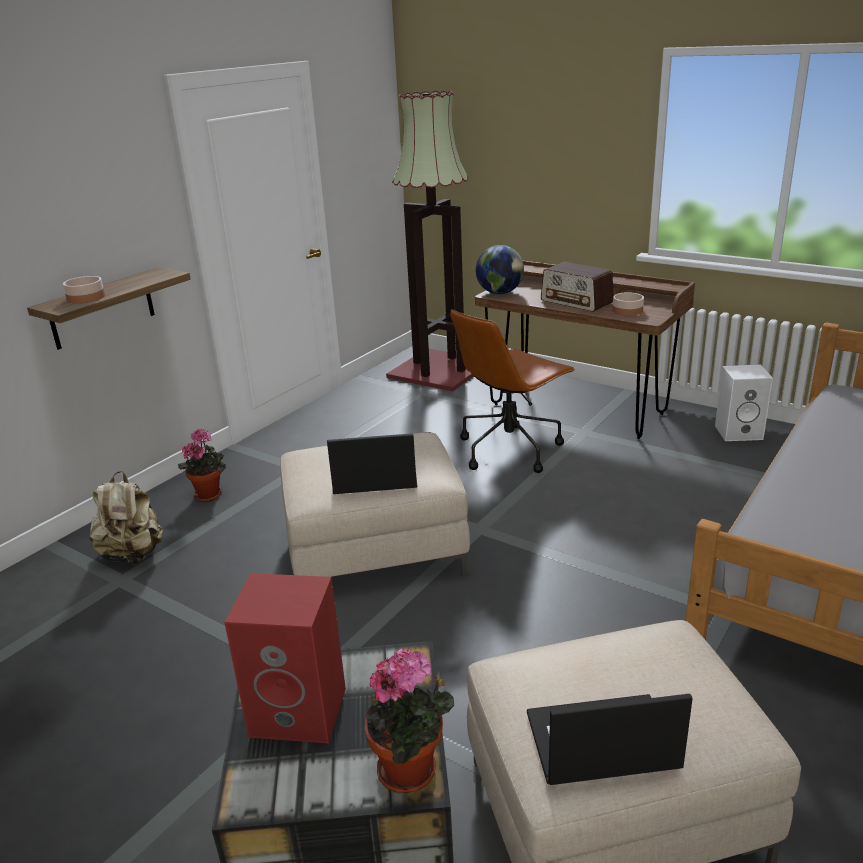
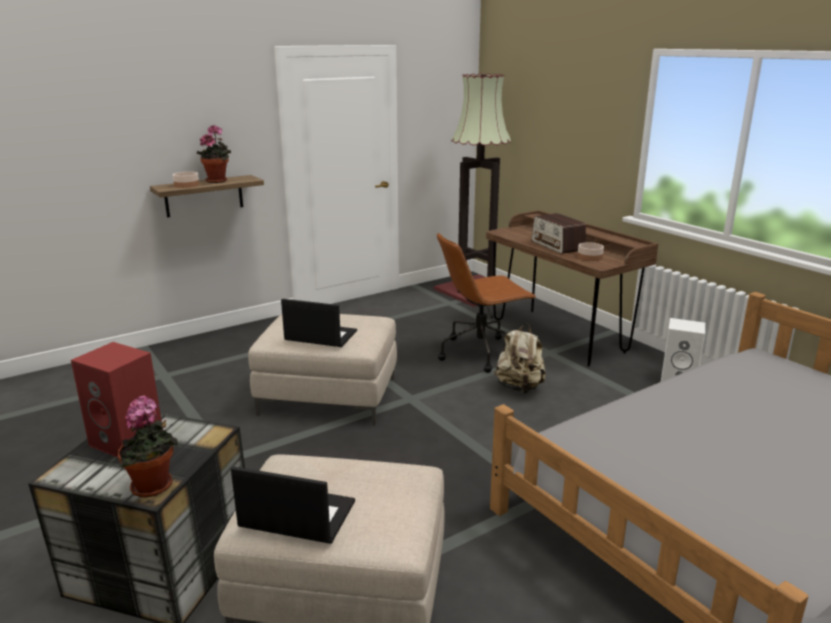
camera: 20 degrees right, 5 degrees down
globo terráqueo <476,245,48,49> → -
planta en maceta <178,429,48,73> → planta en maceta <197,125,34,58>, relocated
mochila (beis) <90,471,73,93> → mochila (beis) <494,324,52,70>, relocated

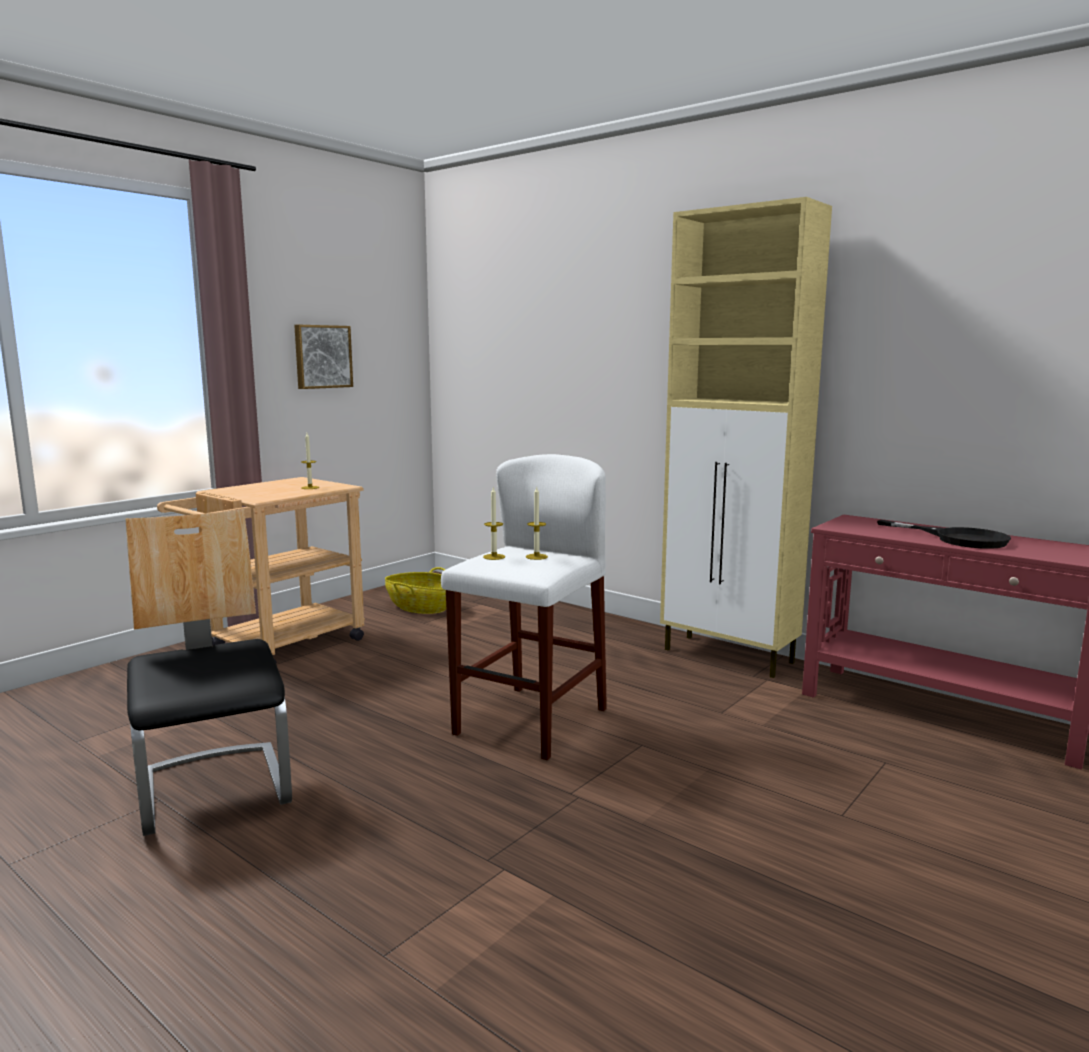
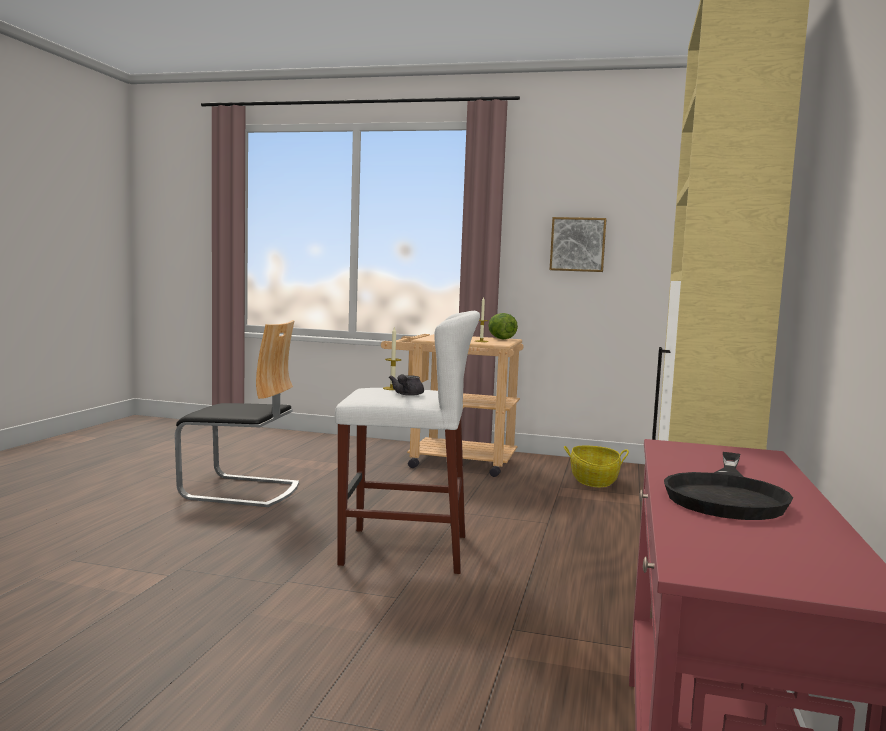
camera: 65 degrees right, 5 degrees down
vela <526,487,22,73> → tetera (gris) <389,374,35,22>
silla <126,509,166,327> → silla <175,320,124,187>, 60 degrees clockwise
- → lechuga <488,313,30,26>

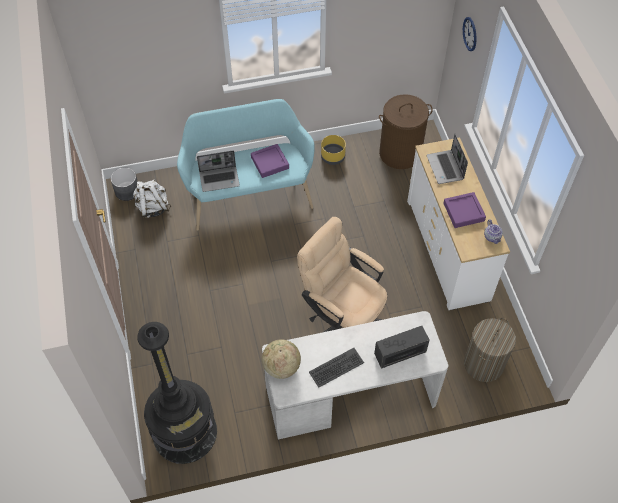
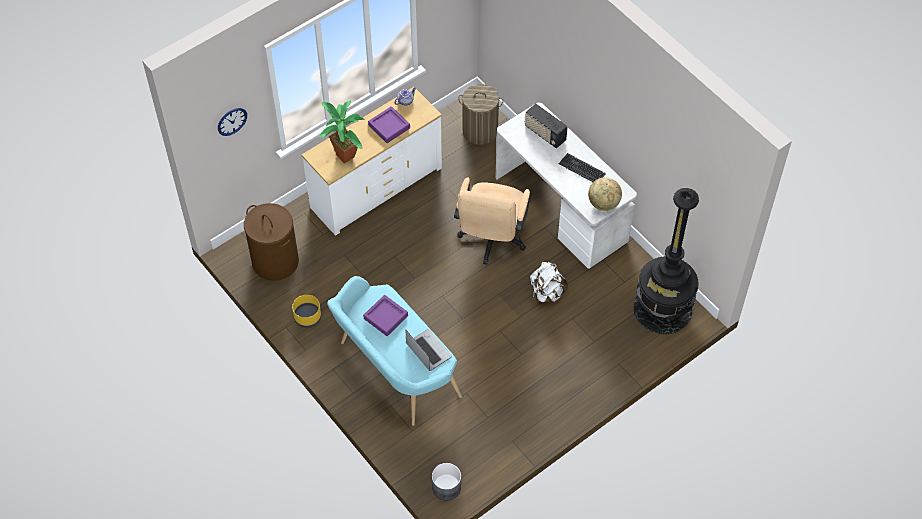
camera: 115 degrees left, 0 degrees up
portátil <427,134,41,50> → planta en maceta <320,101,45,63>
mochila (blanco) <133,180,38,39> → mochila (blanco) <530,262,38,40>, relocated

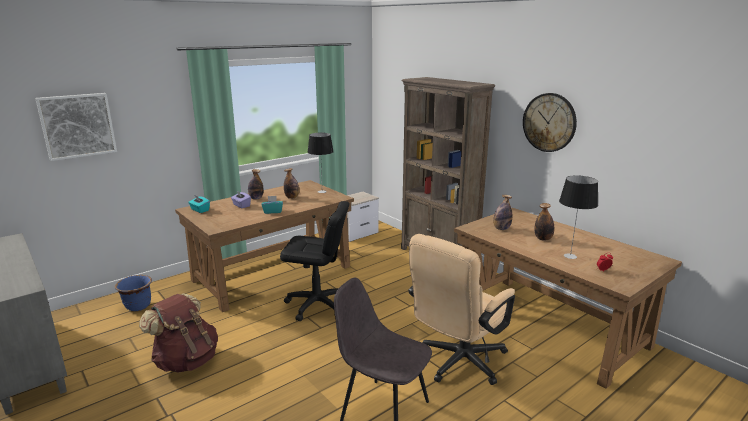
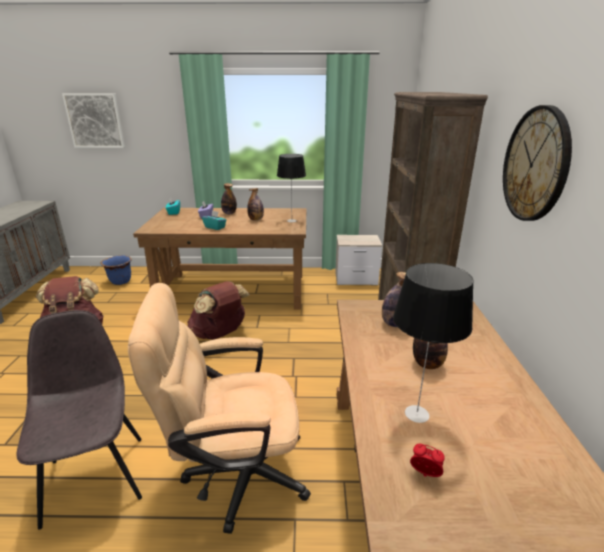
camera: 40 degrees right, 5 degrees up
silla de oficina (negro) <280,201,69,120> → mochila (marrón) <187,281,63,59>

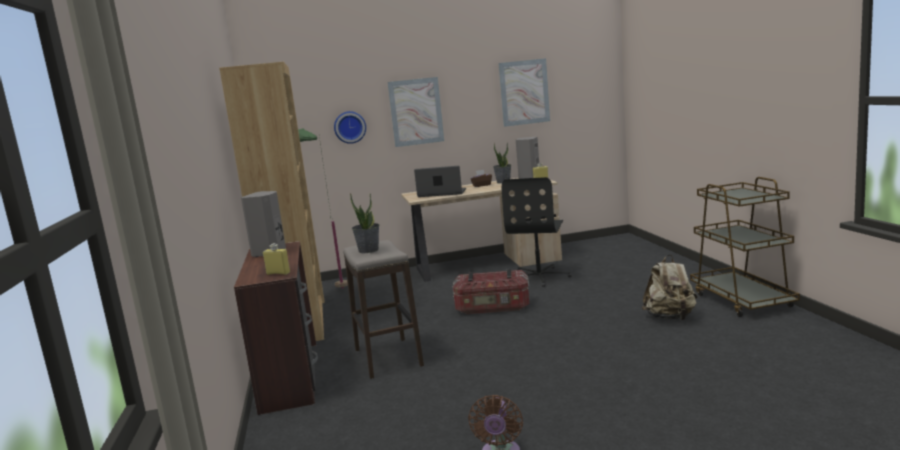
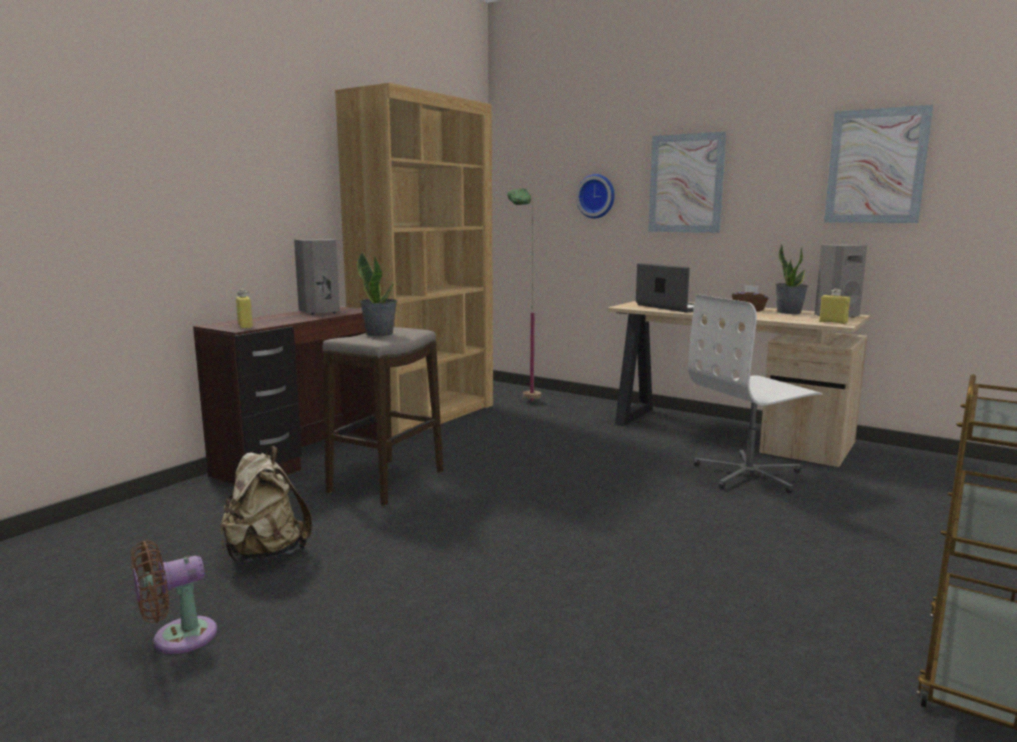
camera: 45 degrees right, 0 degrees up
silla de oficina (negro) <502,177,70,110> → silla de oficina (blanco) <688,295,135,198>
mochila (beis) <641,255,56,65> → mochila (beis) <220,446,92,116>, relocated
caja de almacenaje <452,269,77,45> → -

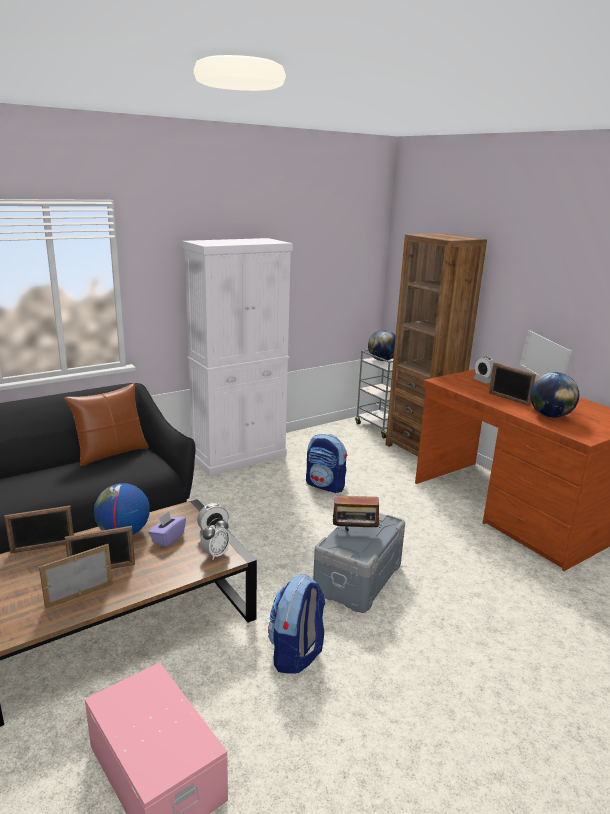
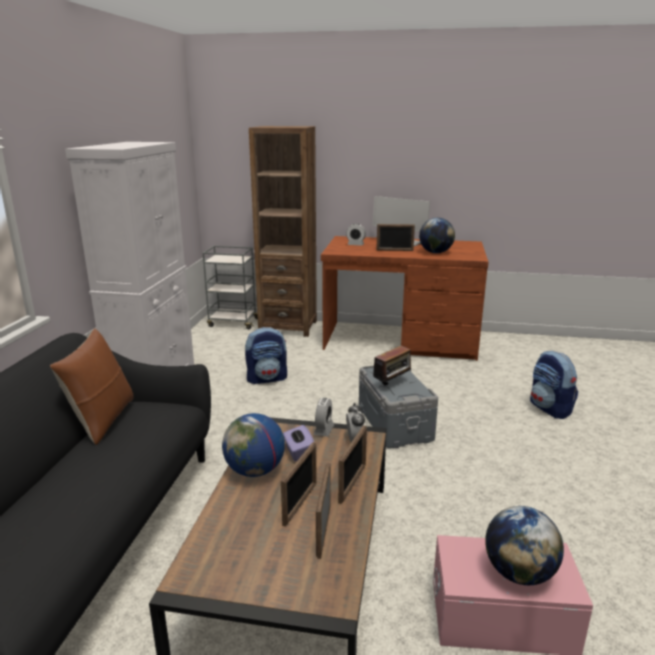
camera: 45 degrees left, 0 degrees up
globo terráqueo <368,330,28,31> → globo terráqueo <485,506,79,79>, relocated
portarretratos <4,506,70,48> → portarretratos <338,425,29,79>, relocated
mochila <268,575,57,99> → mochila <530,351,48,68>, relocated

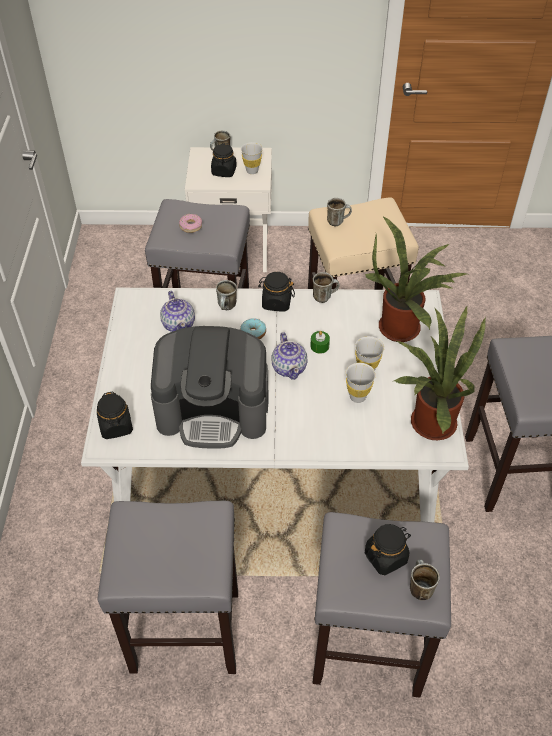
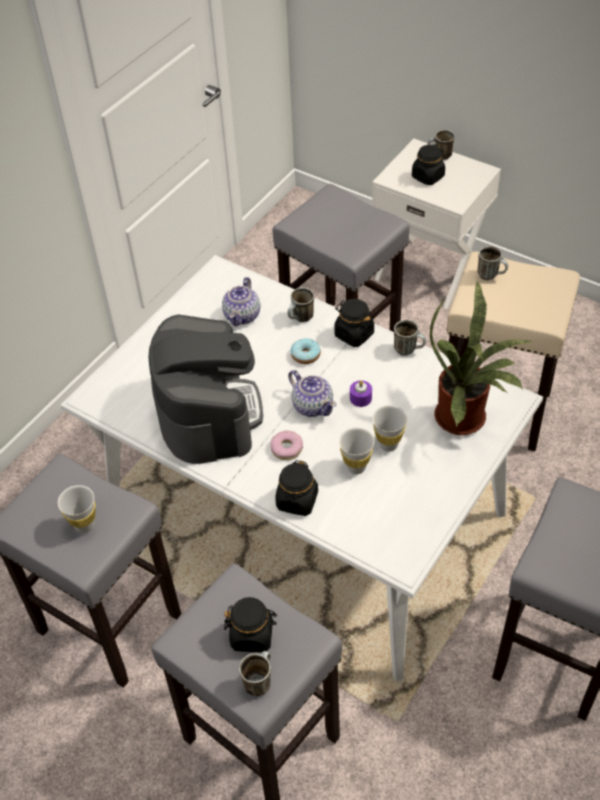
camera: 35 degrees right, 0 degrees up
taza (blanco) <241,142,22,32> → taza (blanco) <58,485,37,48>, relocated
rosquilla <179,214,23,19> → rosquilla <270,430,33,30>, relocated
planta en maceta <394,305,92,135> → -
cafetera <151,326,118,123> → cafetera <148,314,115,150>, 135 degrees counterclockwise
vela (verde) <310,331,20,23> → vela (morado) <350,380,22,27>
tetera <271,332,37,48> → tetera <288,370,48,47>, 60 degrees counterclockwise
tarro (negro) <97,391,36,48> → tarro (negro) <275,460,43,56>, relocated

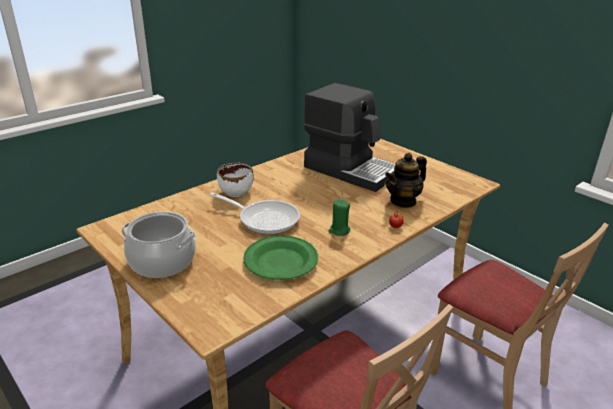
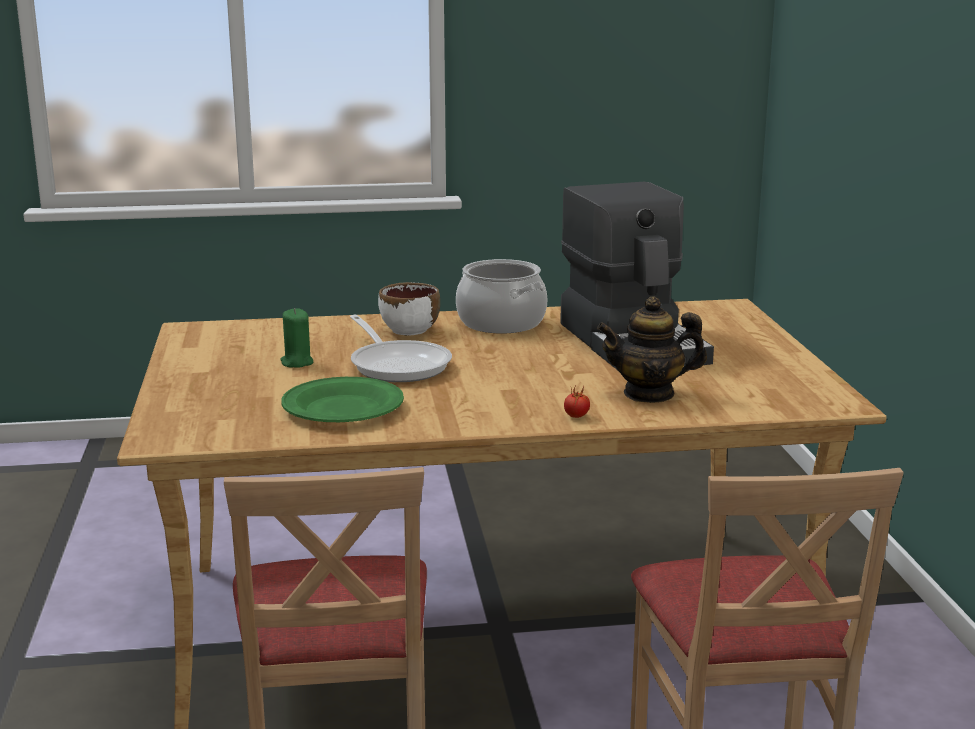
camera: 35 degrees right, 10 degrees down
vela (verde) <328,199,22,37> → vela (verde) <280,308,33,60>, relocated
olla <121,211,75,67> → olla <456,259,91,75>, relocated

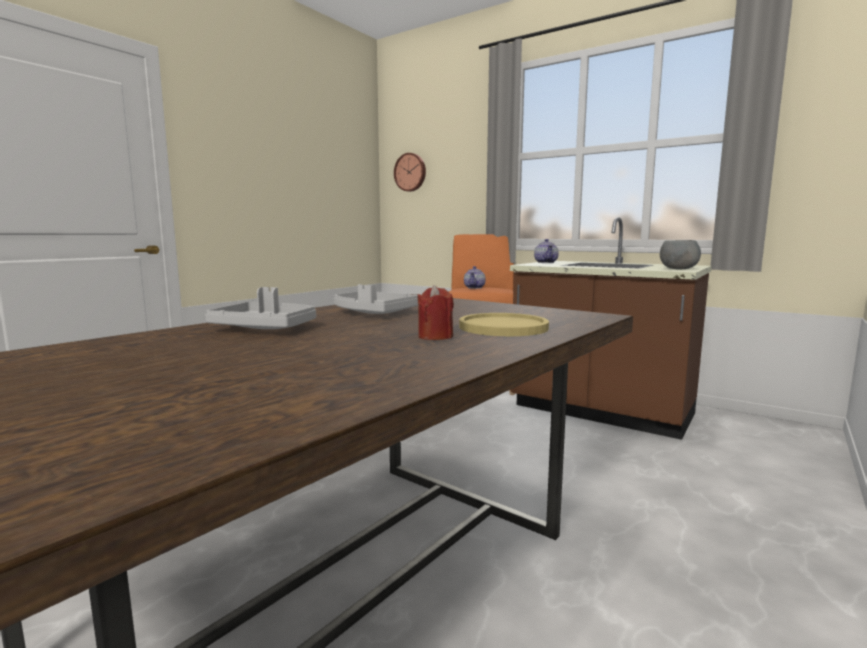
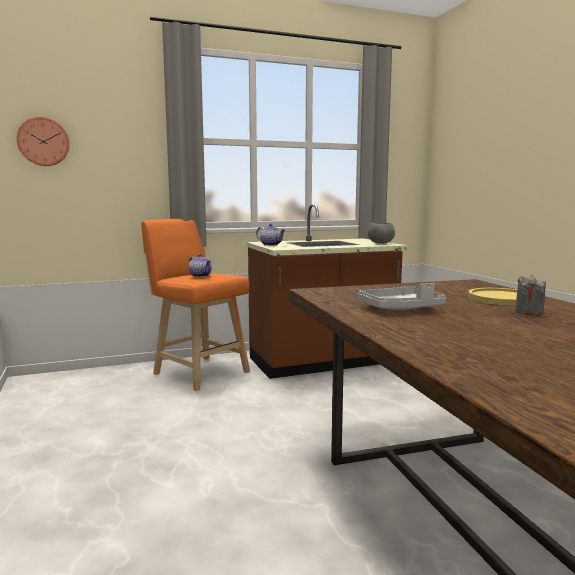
camera: 55 degrees left, 0 degrees up
vela (rojo) <417,285,37,55> → vela (gris) <515,274,31,41>
bandeja (gris) <205,287,111,42> → -

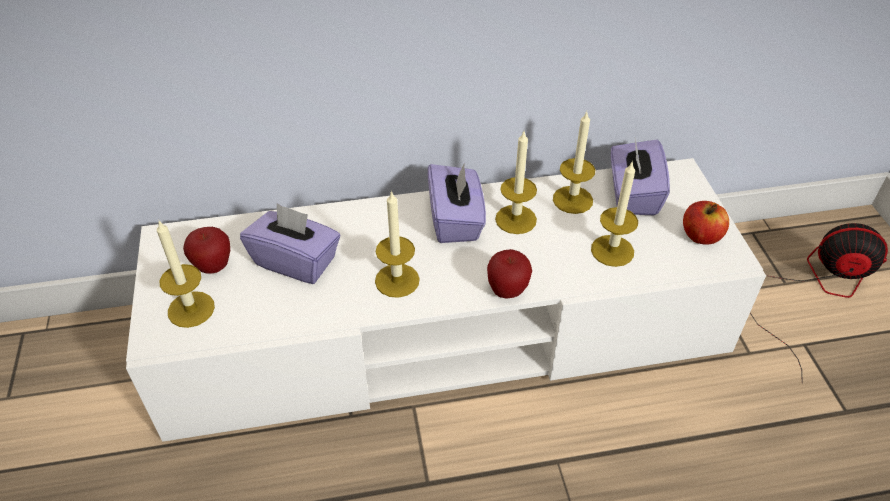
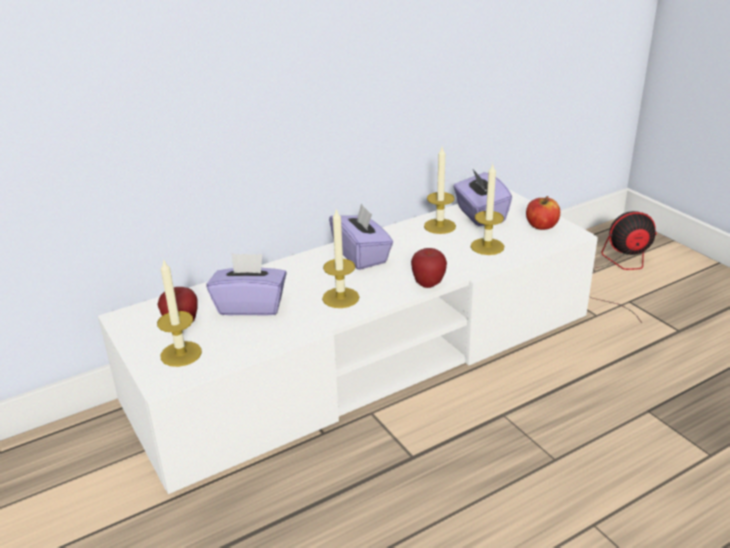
camera: 20 degrees left, 15 degrees down
vela <495,131,42,103> → -

